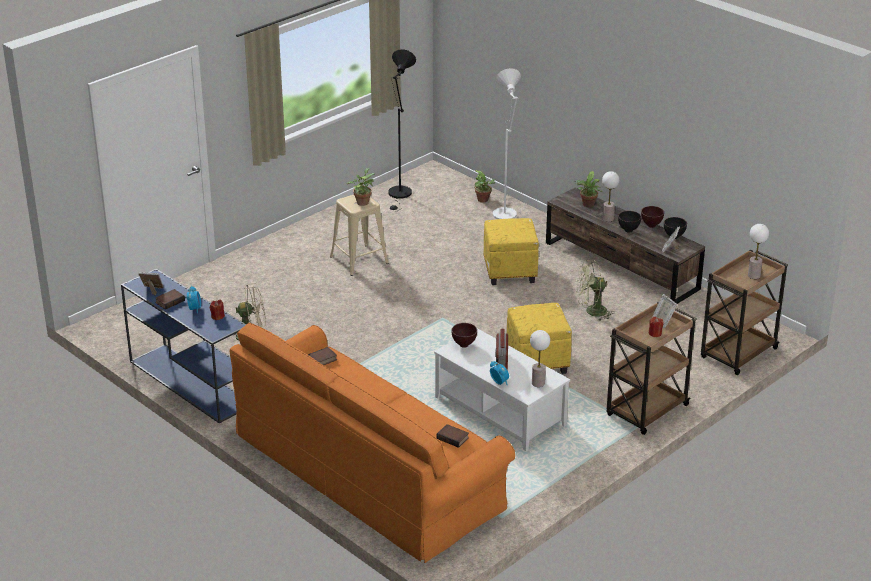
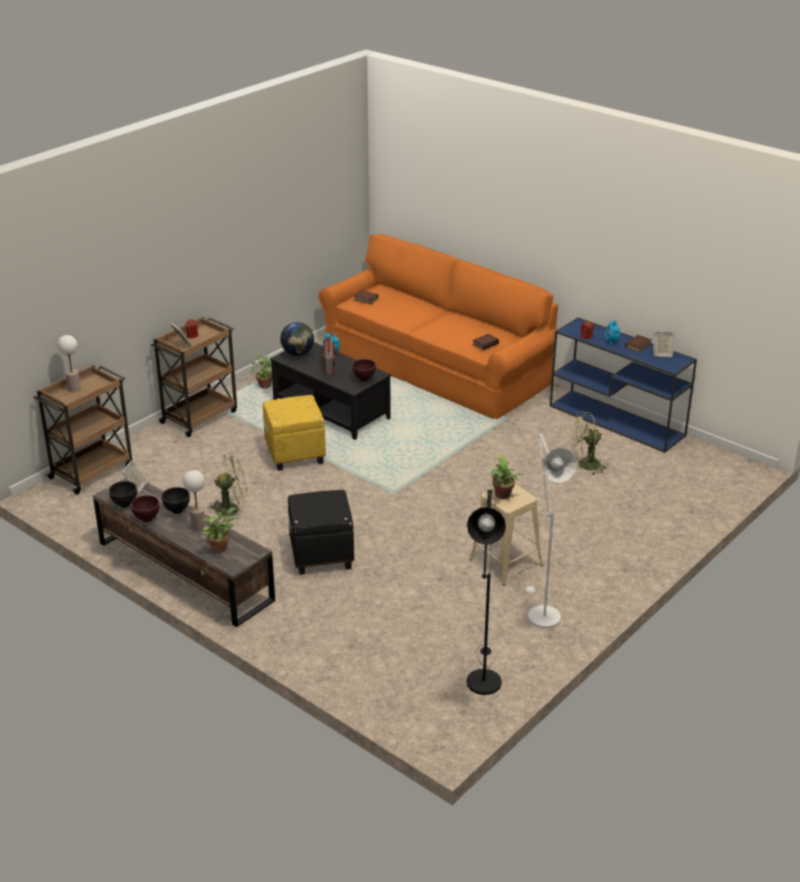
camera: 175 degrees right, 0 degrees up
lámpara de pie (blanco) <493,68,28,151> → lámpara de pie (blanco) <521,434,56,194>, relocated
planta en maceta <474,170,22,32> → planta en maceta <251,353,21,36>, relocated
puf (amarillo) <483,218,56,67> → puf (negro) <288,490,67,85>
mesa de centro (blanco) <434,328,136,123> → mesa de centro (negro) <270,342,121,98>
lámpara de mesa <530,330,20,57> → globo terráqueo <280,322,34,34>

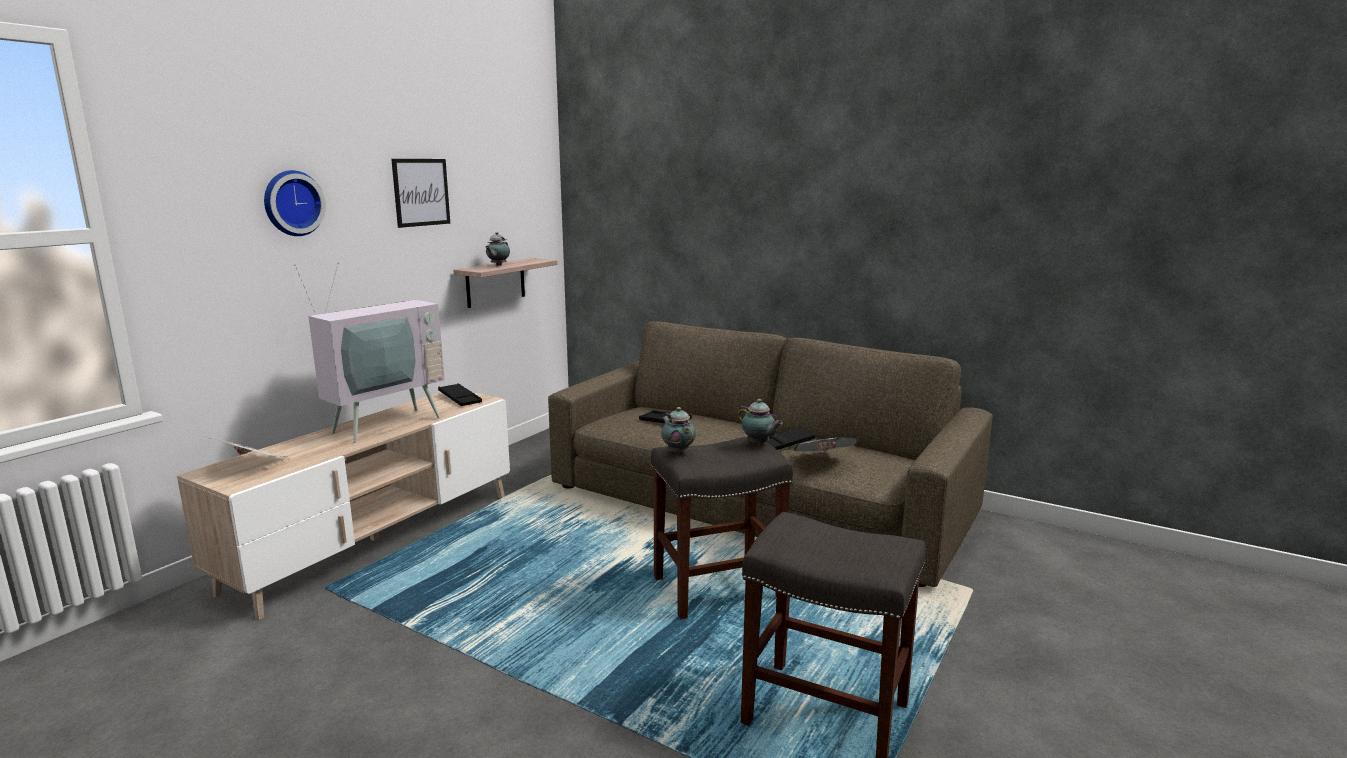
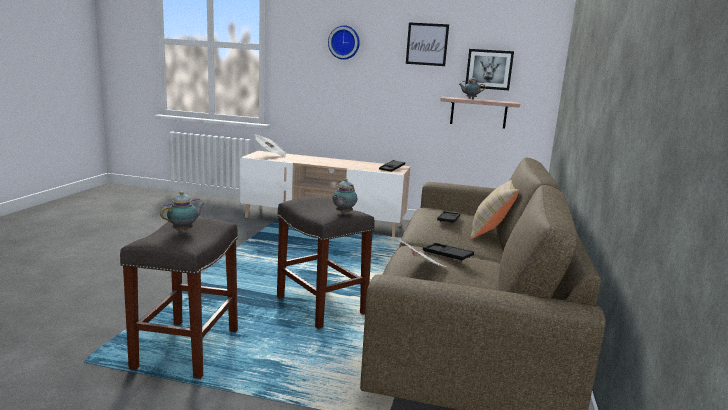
camera: 70 degrees right, 0 degrees up
televisor <294,262,151,181> → -
tetera <661,407,35,48> → tetera <160,191,45,41>, relocated
- → cuadro <465,49,49,41>
- → cojín (beis) <471,180,48,59>

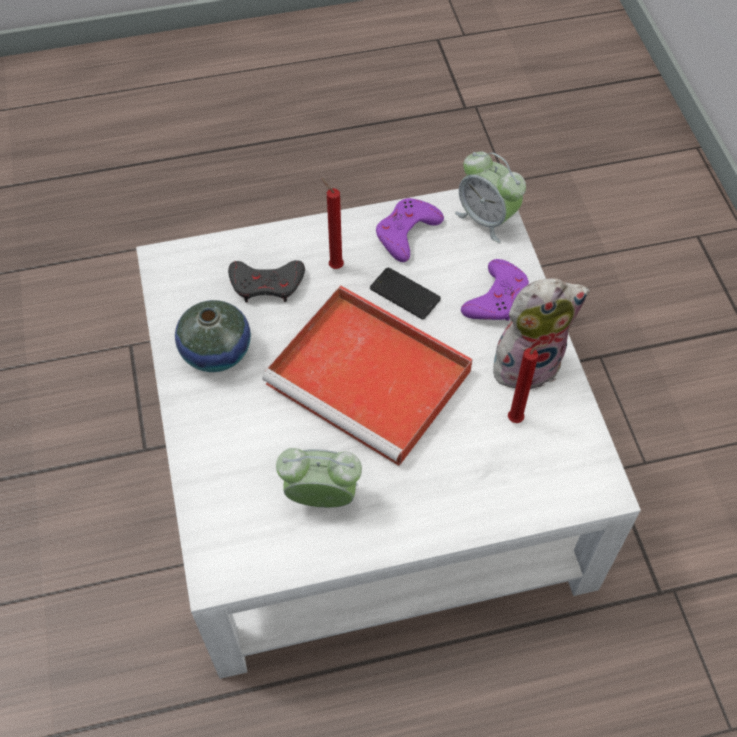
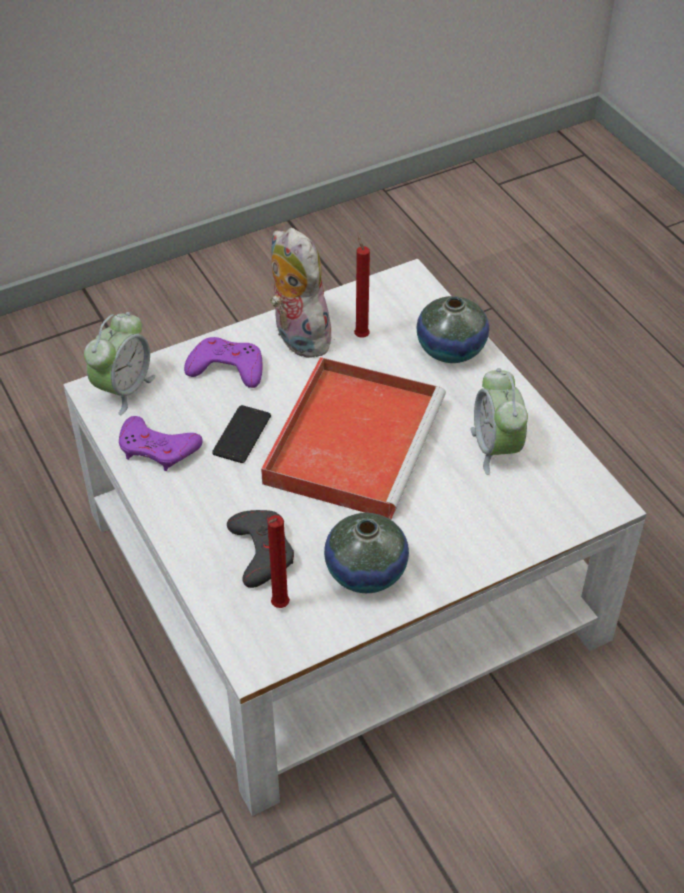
camera: 105 degrees left, 10 degrees down
vela (rojo) <321,178,23,91> → vela (rojo) <267,515,23,93>, relocated
- → florero <417,296,72,67>

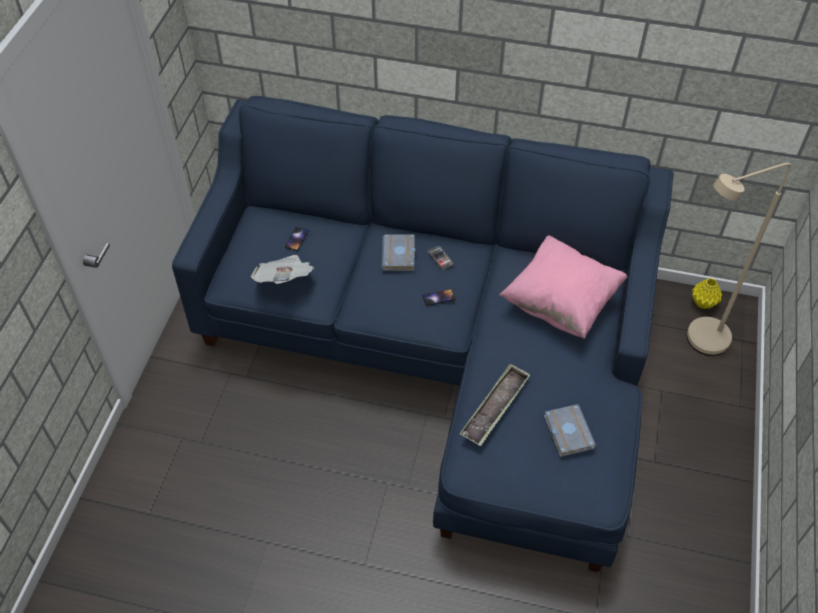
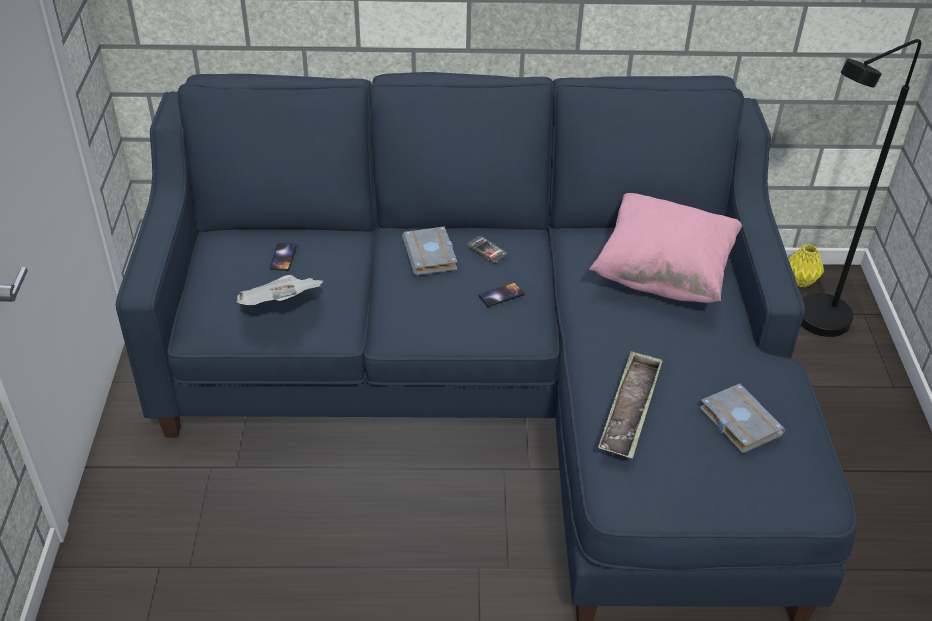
camera: 15 degrees left, 10 degrees down
lámpara de pie (beis) <687,163,104,193> → lámpara de pie (negro) <801,39,120,298>

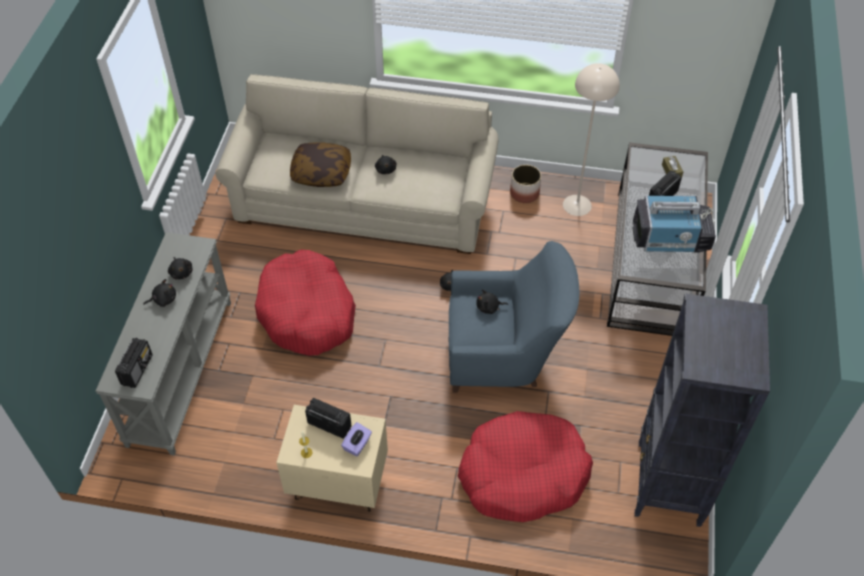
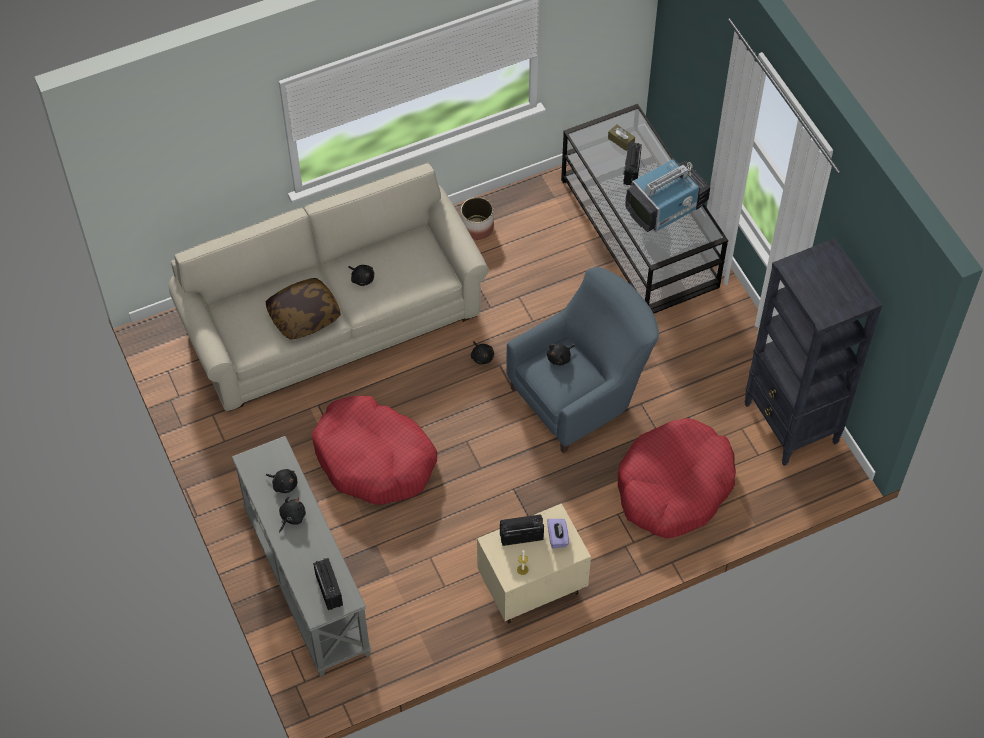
camera: 35 degrees left, 5 degrees up
lámpara de pie (beis) <563,63,57,153> → -

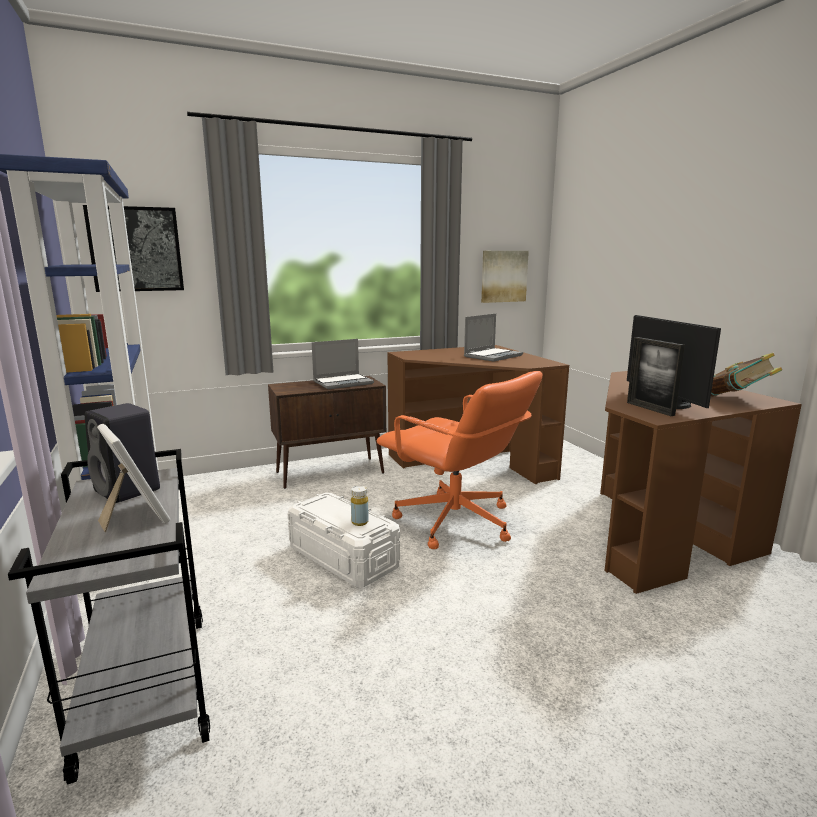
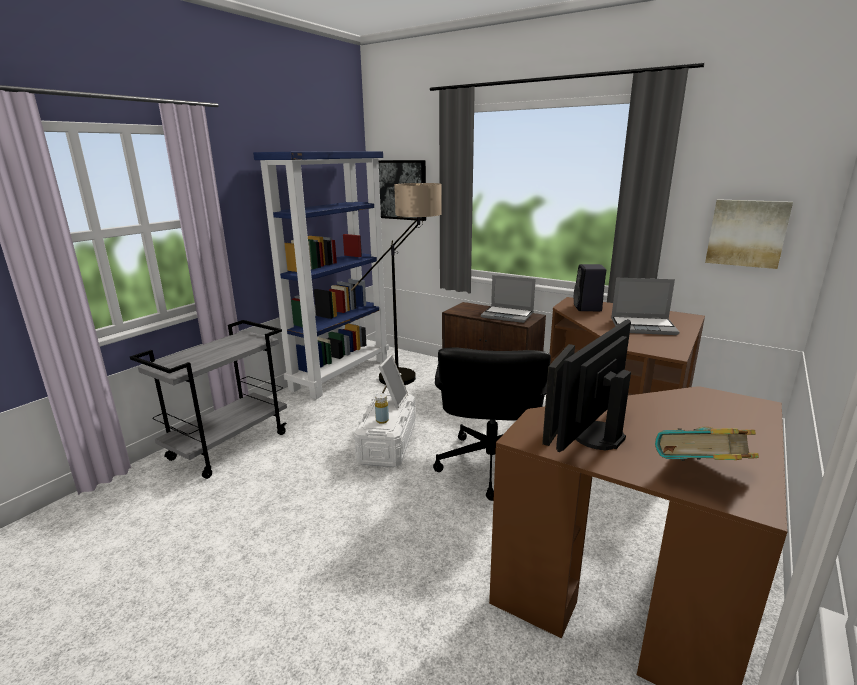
camera: 55 degrees right, 5 degrees up
silla de oficina (naranja) <377,371,165,178> → silla de oficina (negro) <433,347,118,154>
altavoz (negro) <85,403,75,100> → altavoz (negro) <574,264,32,47>, relocated
portarretratos <97,424,73,108> → portarretratos <379,355,29,53>, relocated
- → lámpara de pie <351,183,90,202>

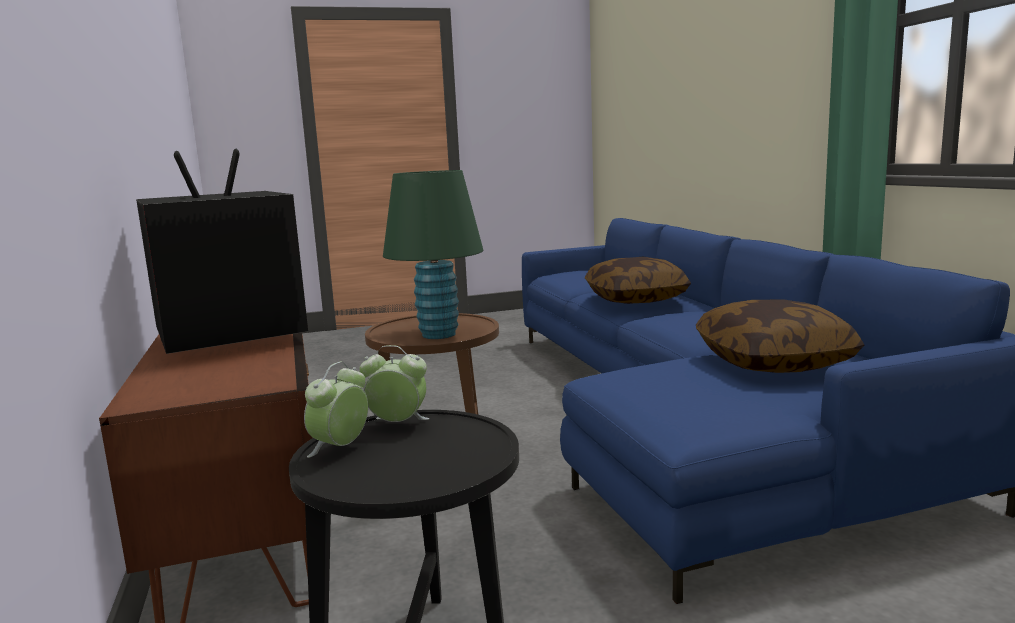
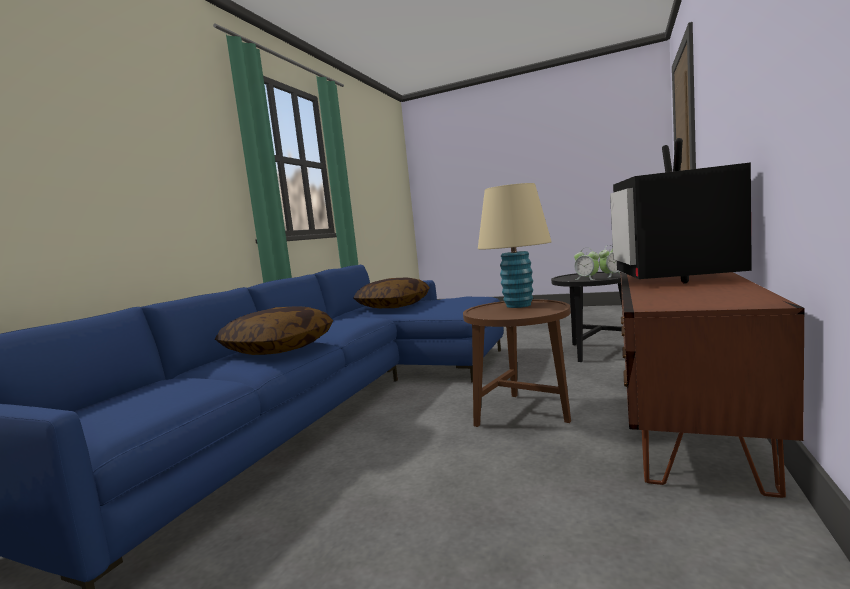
camera: 140 degrees left, 5 degrees down
televisor <136,149,172,205> → televisor <610,138,142,146>, 90 degrees clockwise
lámpara de mesa (verde) <383,170,100,169> → lámpara de mesa (beis) <478,183,74,125>

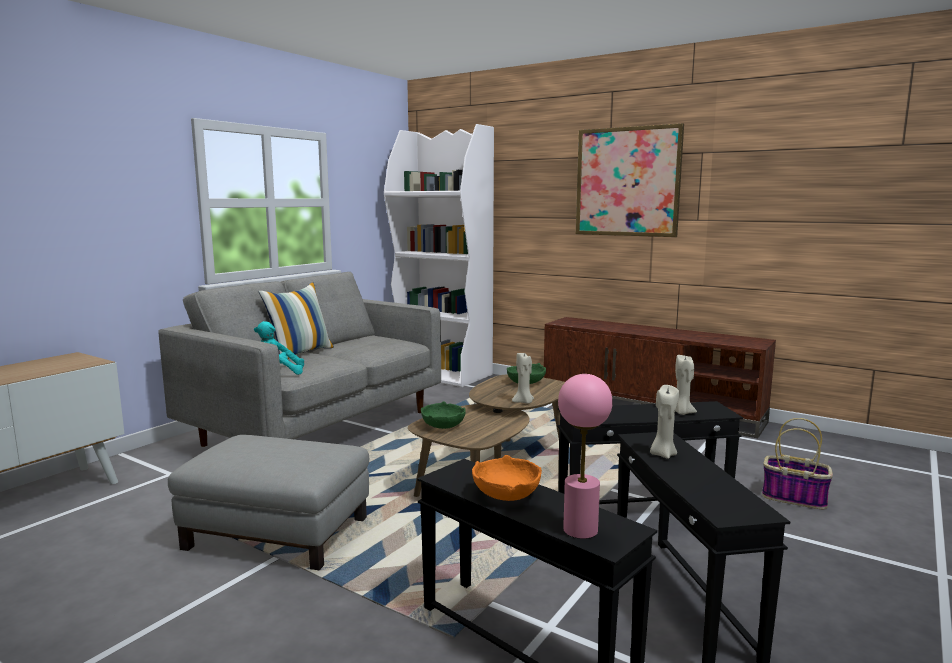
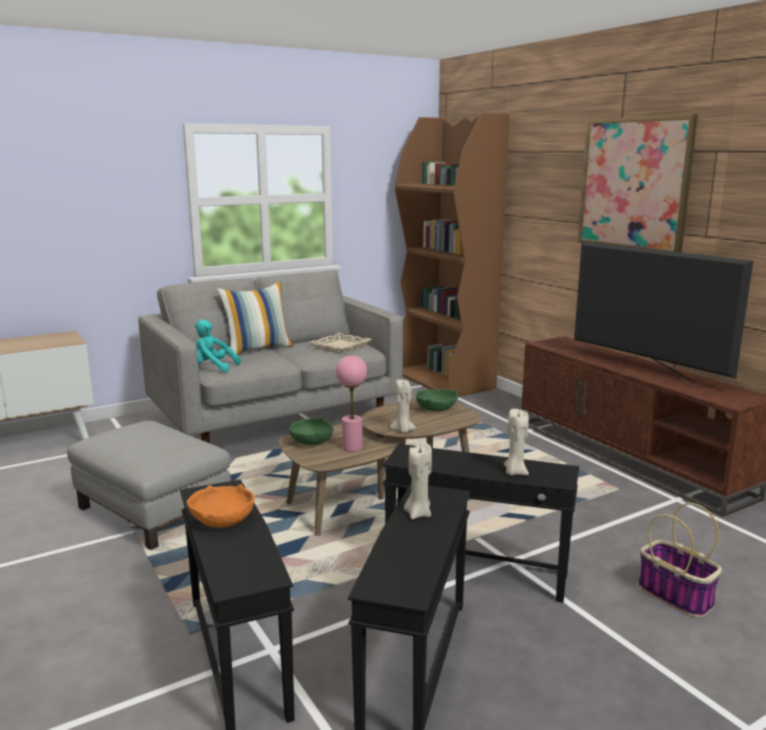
camera: 25 degrees right, 5 degrees up
estantería (blanco) <384,124,110,263> → estantería (marrón) <395,113,114,284>
lámpara de mesa (rosa) <558,374,55,165> → lámpara de mesa (rosa) <336,355,31,97>, relocated
- → televisor <574,241,179,143>
- → bandeja (beis) <309,333,63,20>

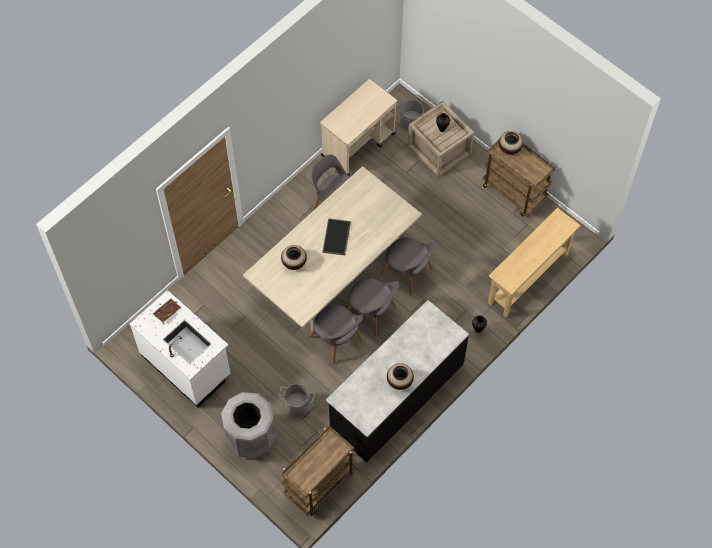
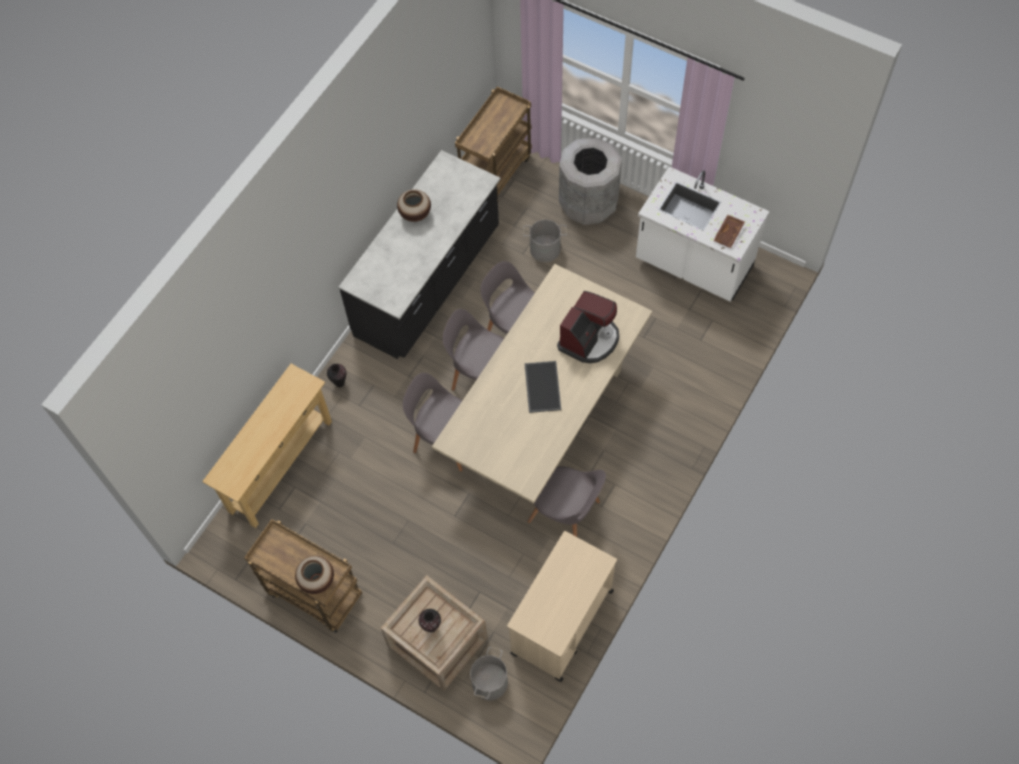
camera: 170 degrees right, 0 degrees up
florero <281,245,26,25> → cafetera <557,291,62,72>

